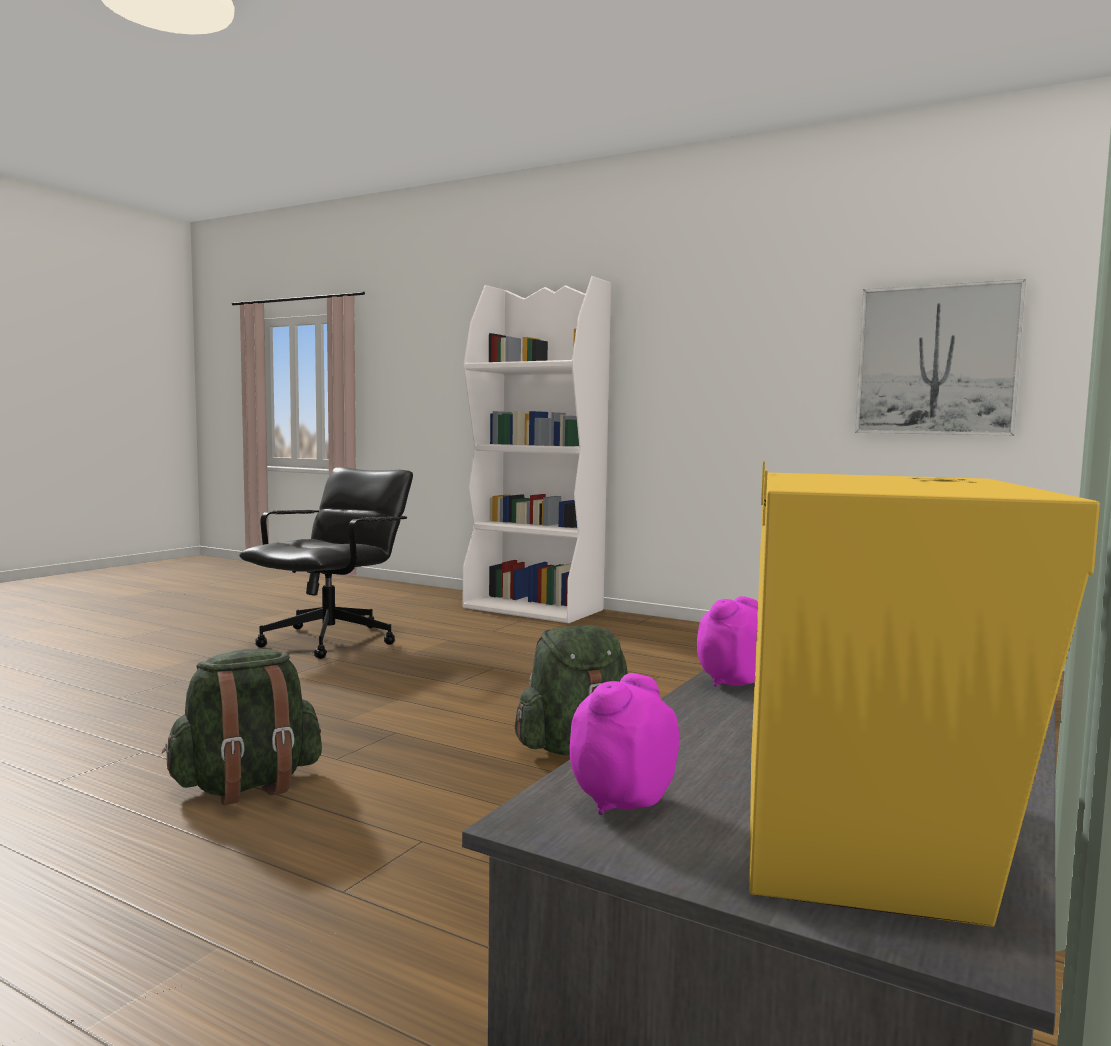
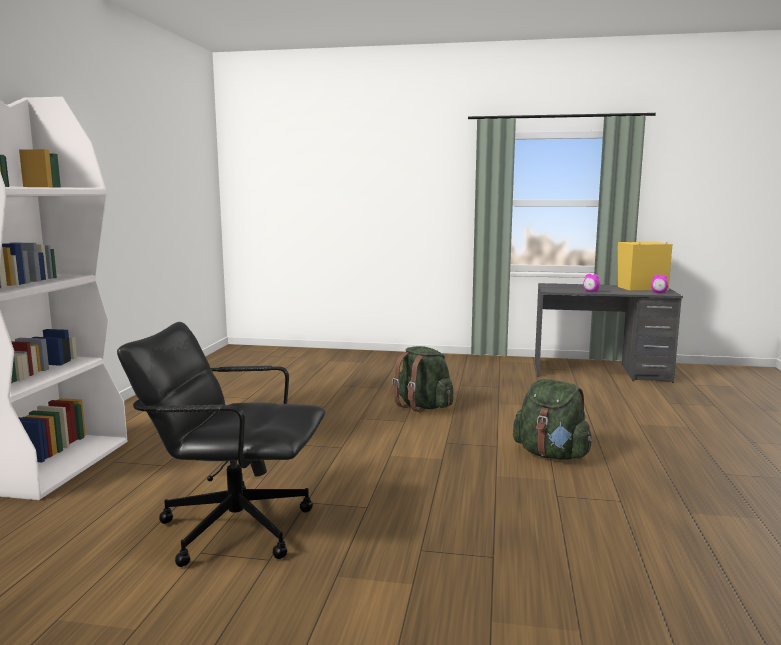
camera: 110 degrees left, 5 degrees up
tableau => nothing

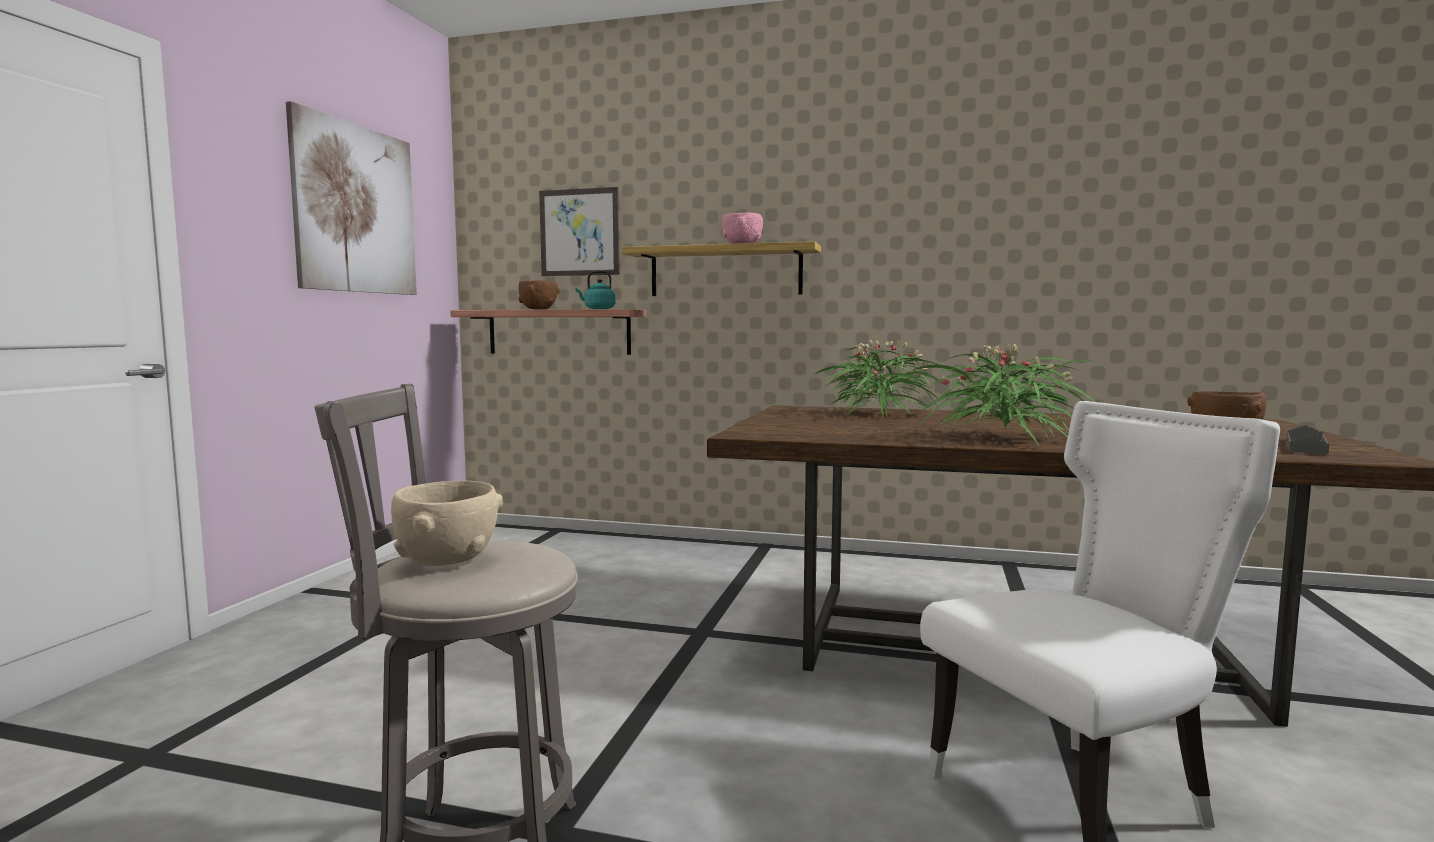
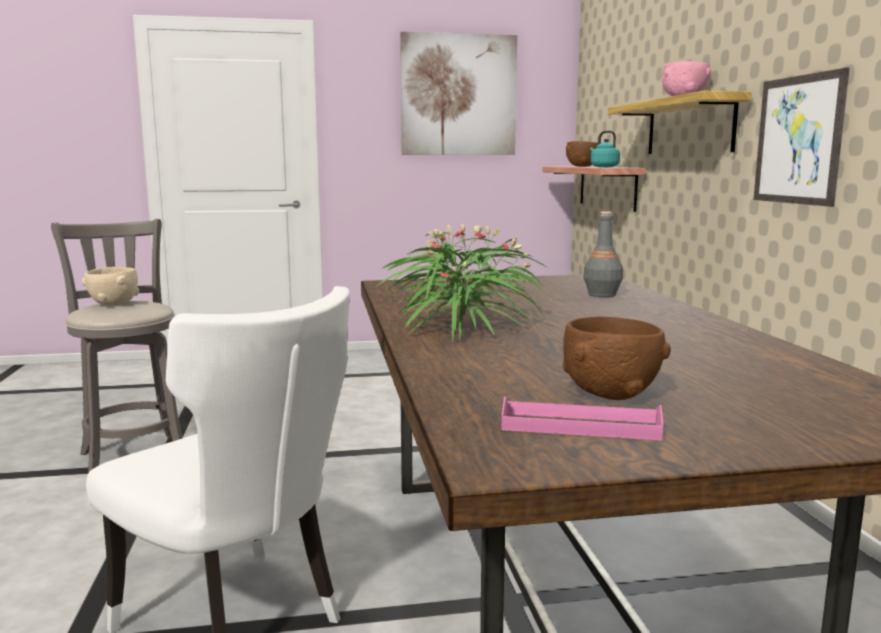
camera: 65 degrees right, 5 degrees up
tableau (no. 2 from left), shifted
plante en pot (no. 1 from left) => bouteille/gris
plateau/gris => plateau/rose

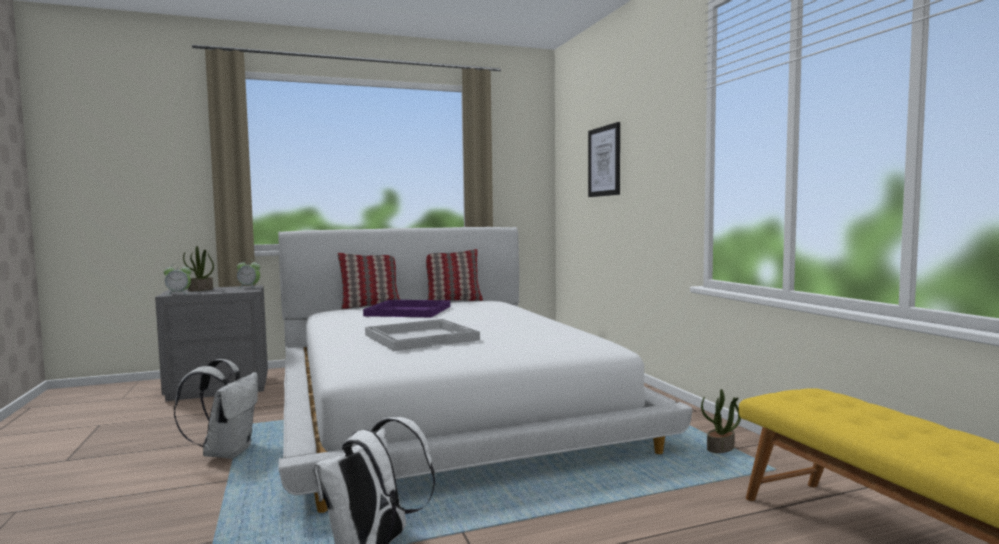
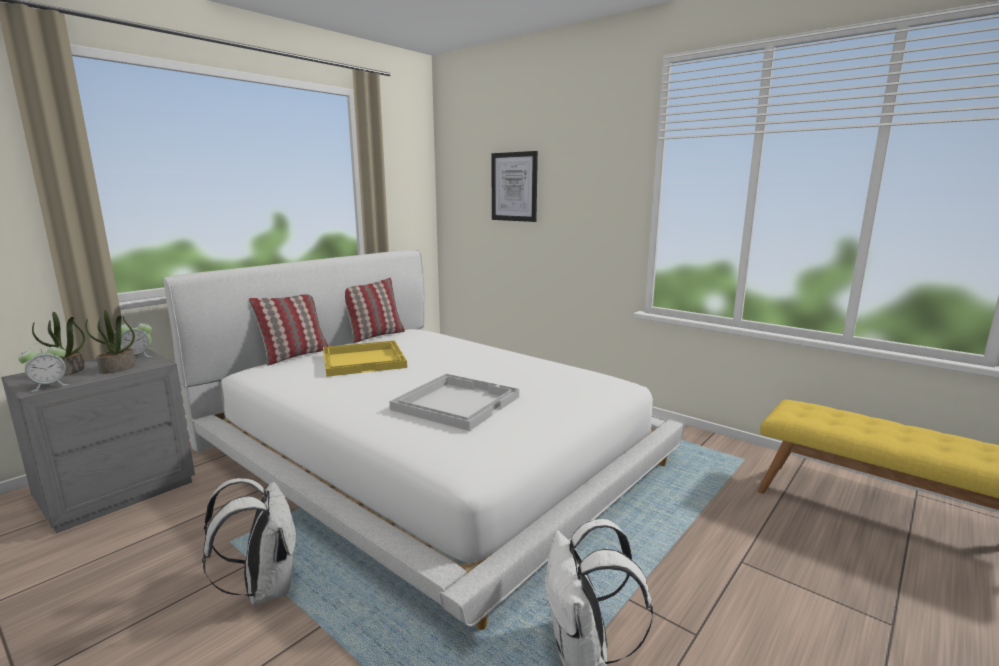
camera: 30 degrees left, 10 degrees up
plateau/violet => plateau/jaune
plante en pot (no. 2 from left), shifted

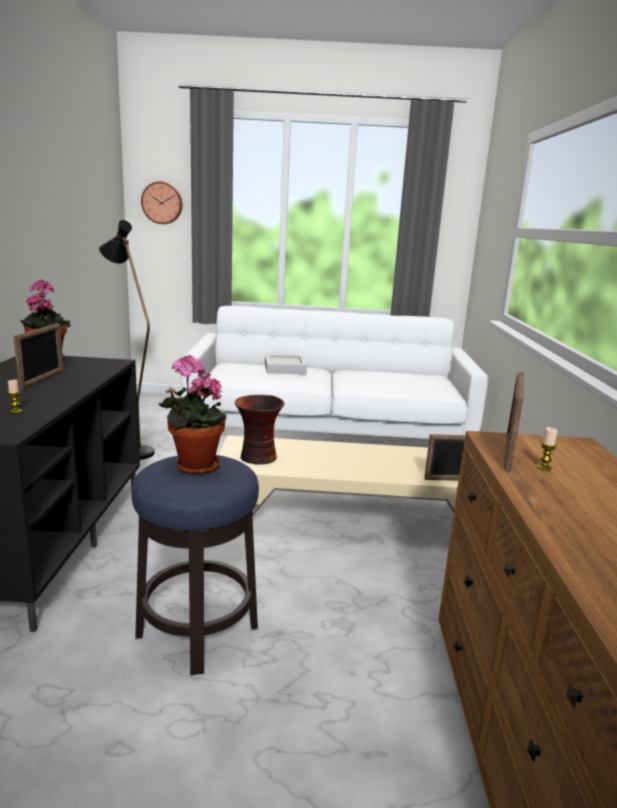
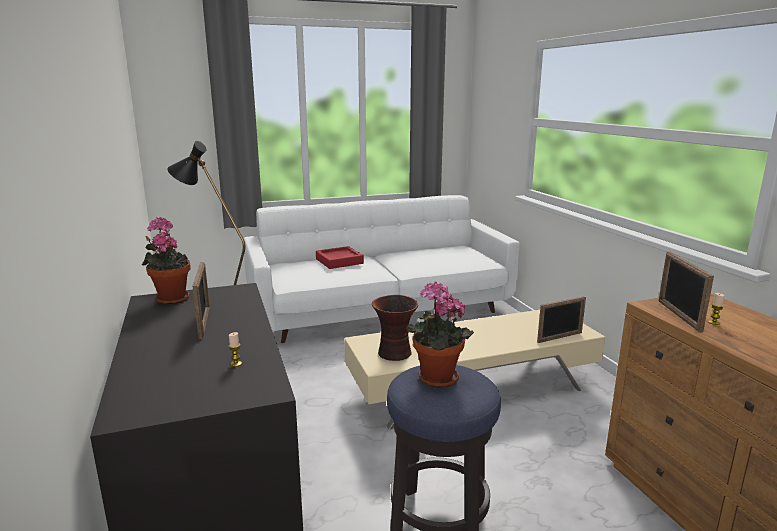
camera: 20 degrees left, 0 degrees up
horloge murale => nothing
plateau/gris => plateau/rouge

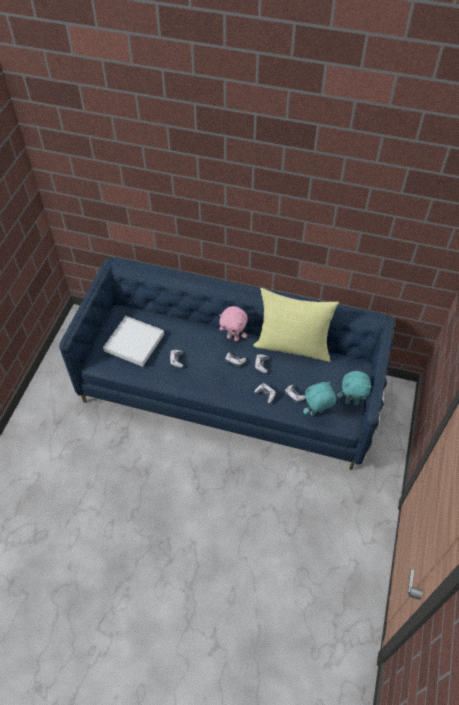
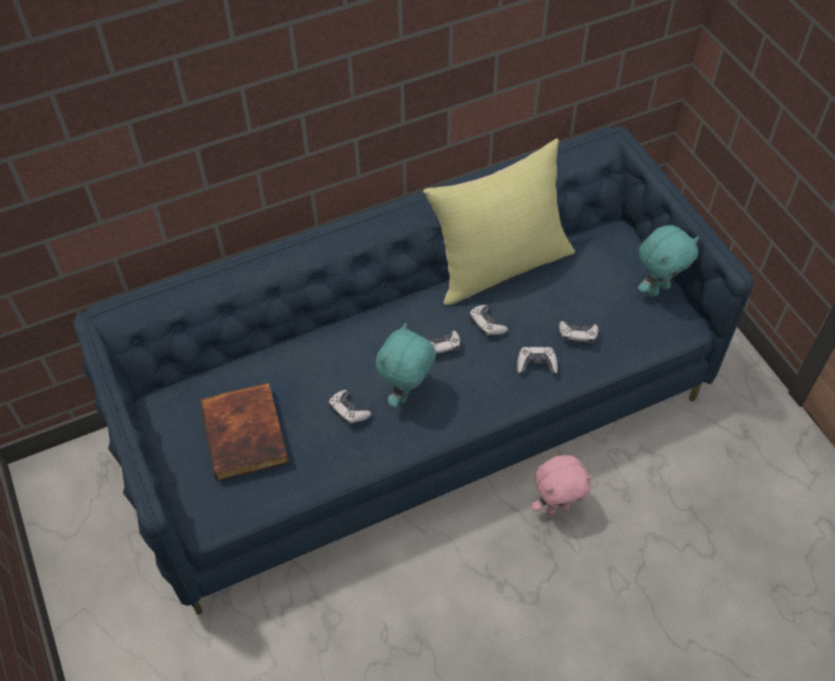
camera: 40 degrees left, 0 degrees up
plateau/blanc => livre
peluche/rose, shifted
peluche/turquoise (no. 1 from left), shifted

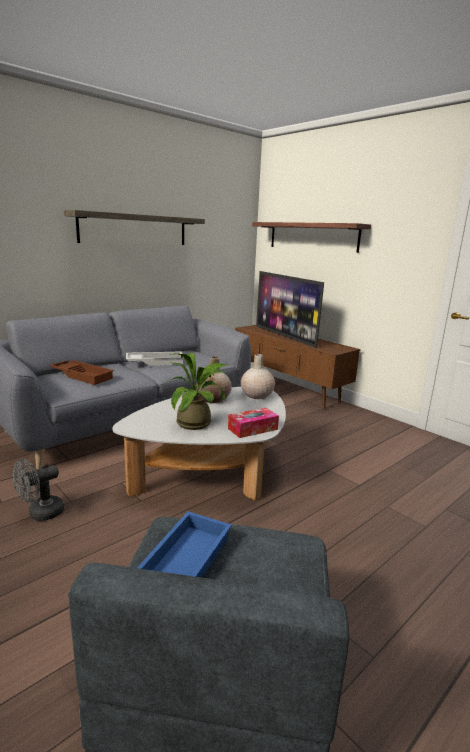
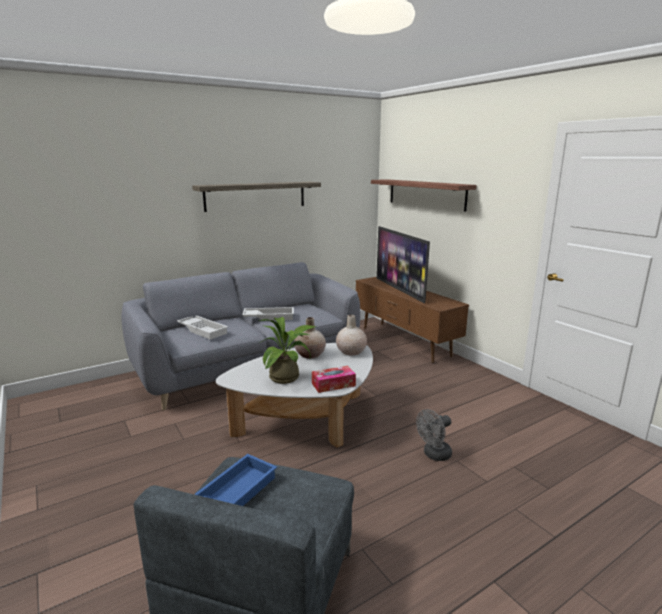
camera: 10 degrees right, 0 degrees up
ventilateur/gris, shifted
plateau/marron => plateau/blanc (no. 1 from left)

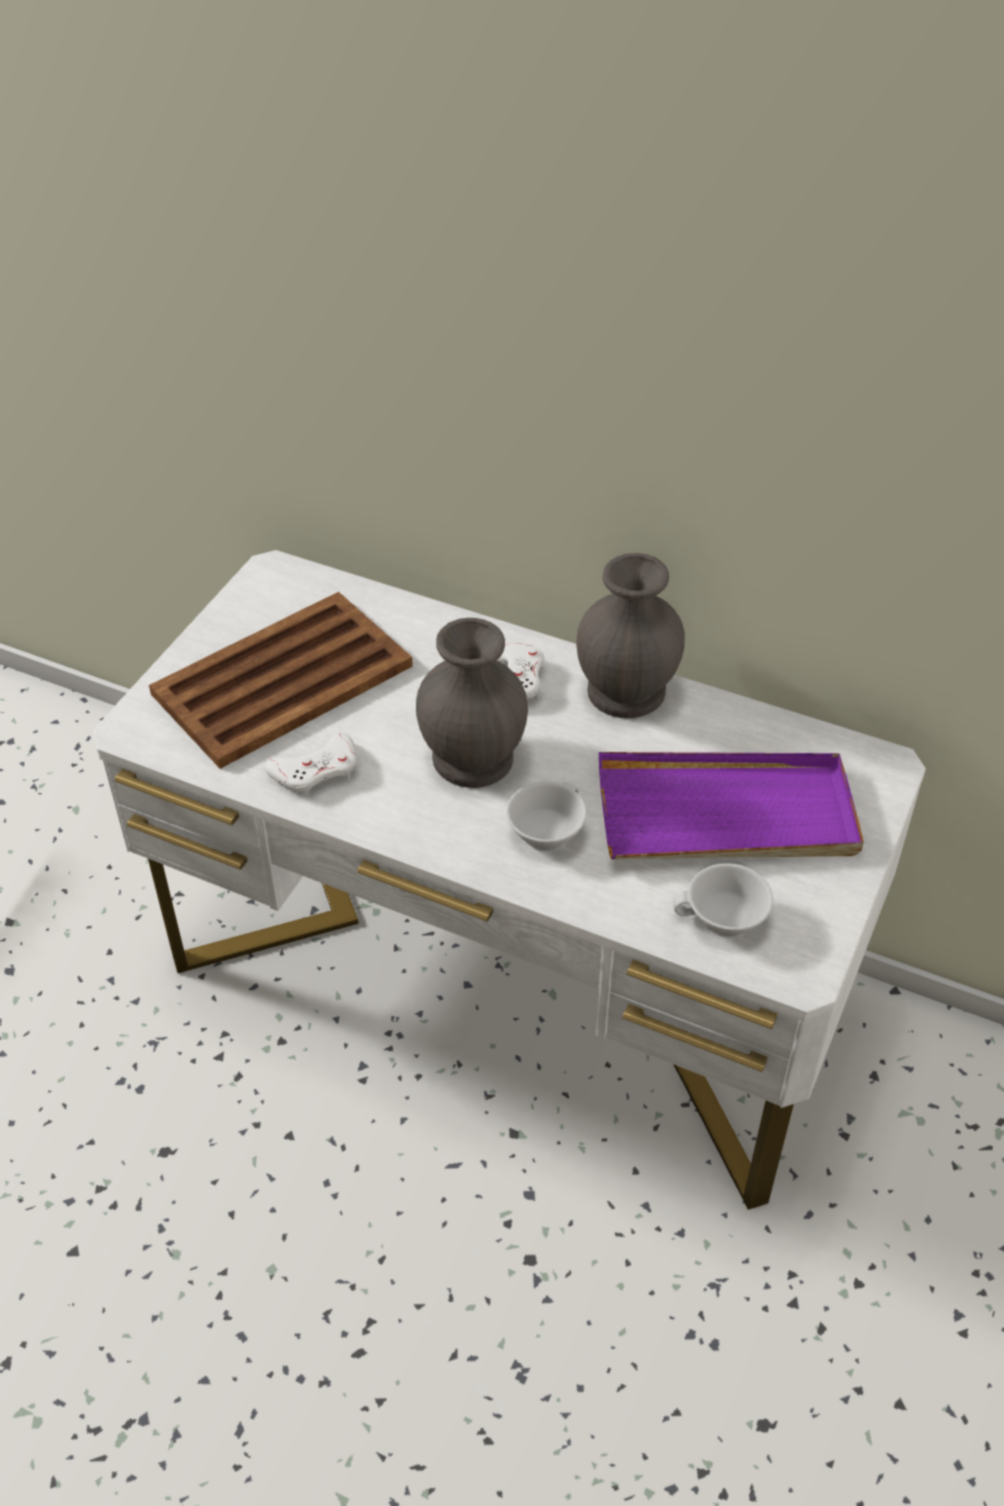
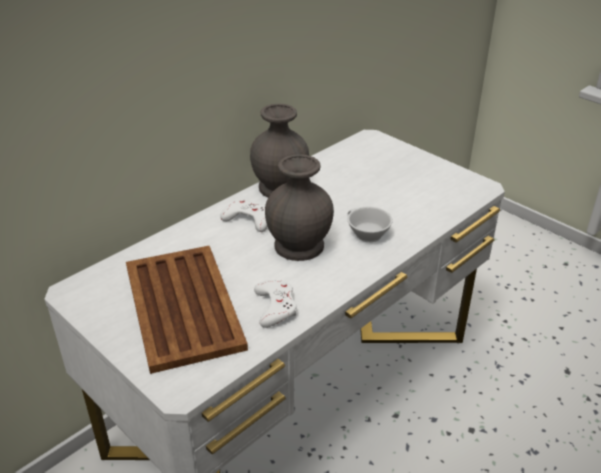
camera: 70 degrees left, 10 degrees down
plateau/violet => nothing
tasse/blanc (no. 2 from left) => nothing

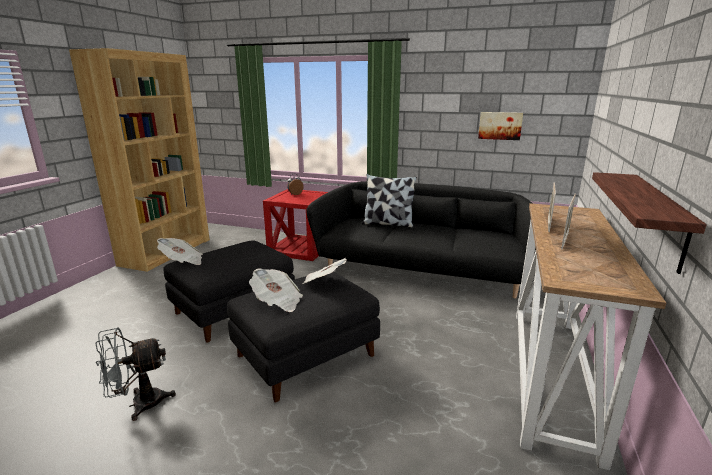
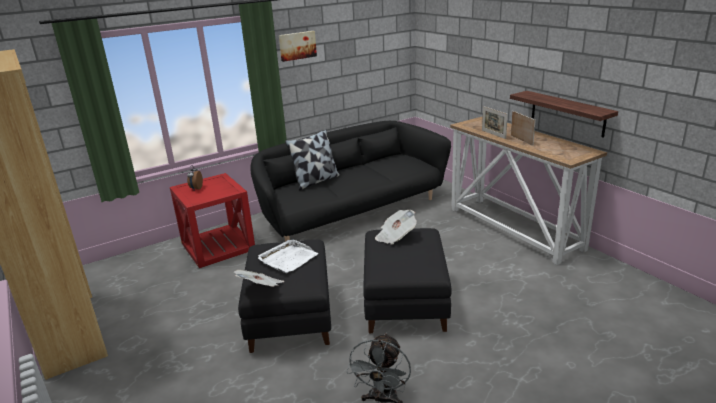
camera: 50 degrees left, 5 degrees up
journal (no. 2 from left) => nothing
tableau, shifted
nothing => plateau/blanc

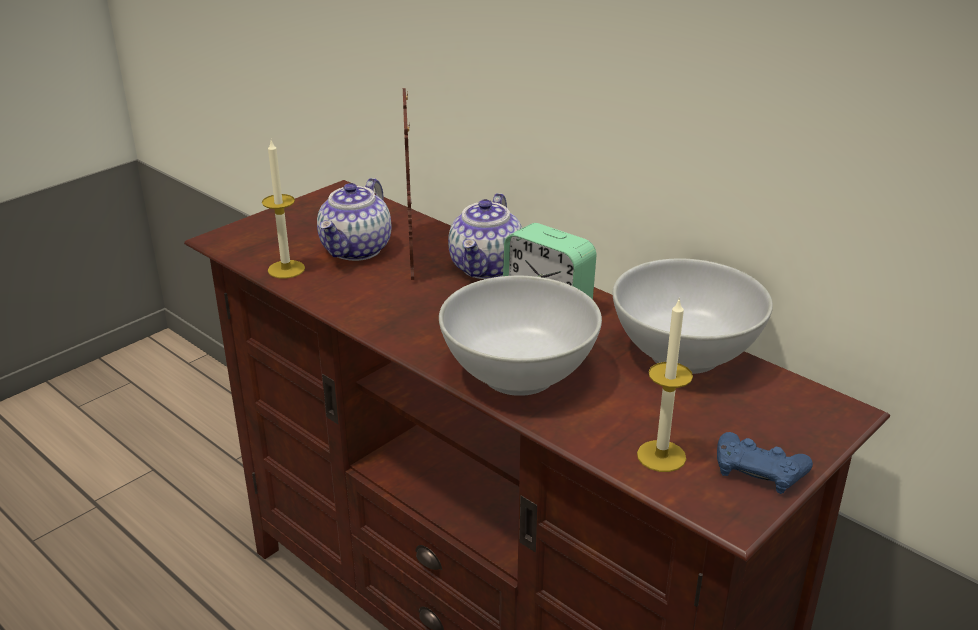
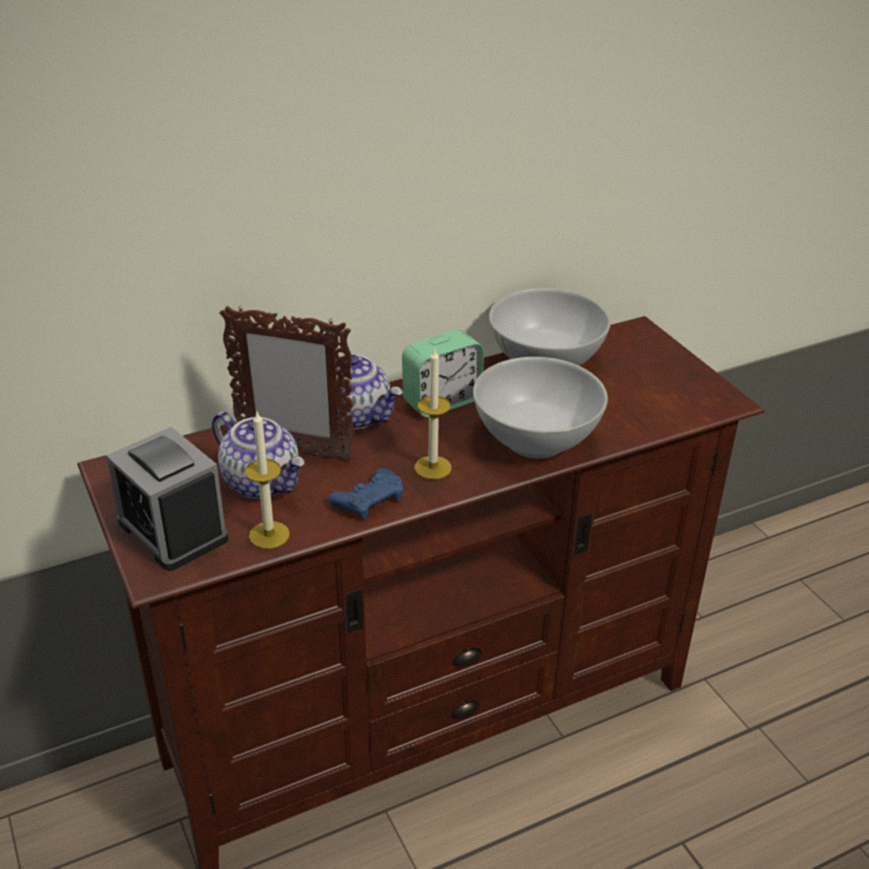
camera: 70 degrees left, 5 degrees up
bougie (no. 2 from left), shifted
manette/bleu, shifted
nothing => réveil (no. 1 from left)

